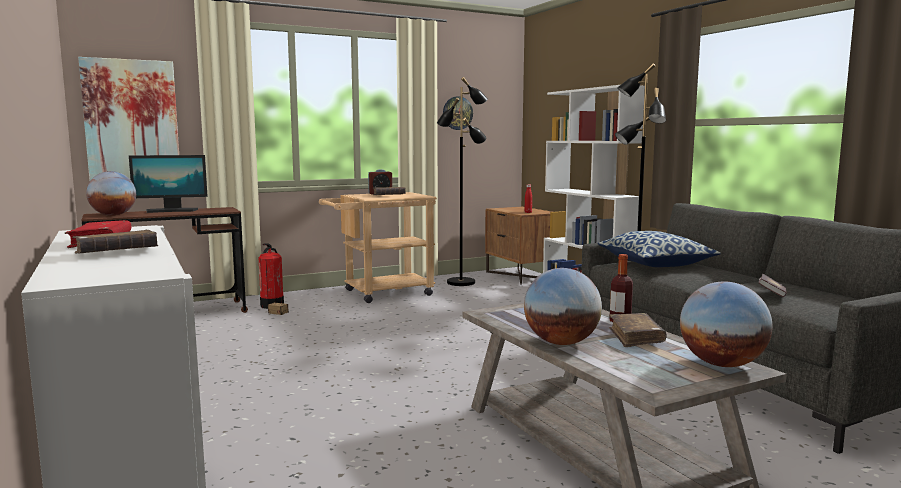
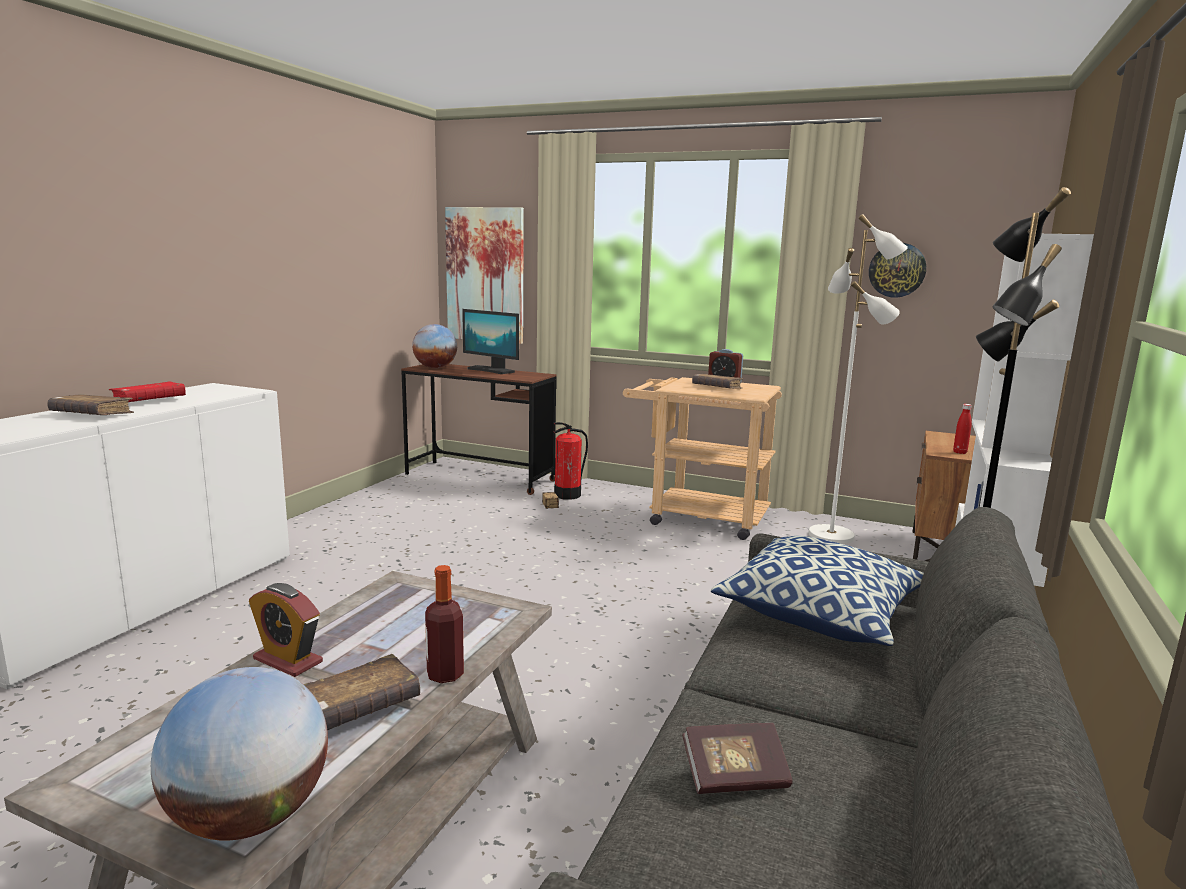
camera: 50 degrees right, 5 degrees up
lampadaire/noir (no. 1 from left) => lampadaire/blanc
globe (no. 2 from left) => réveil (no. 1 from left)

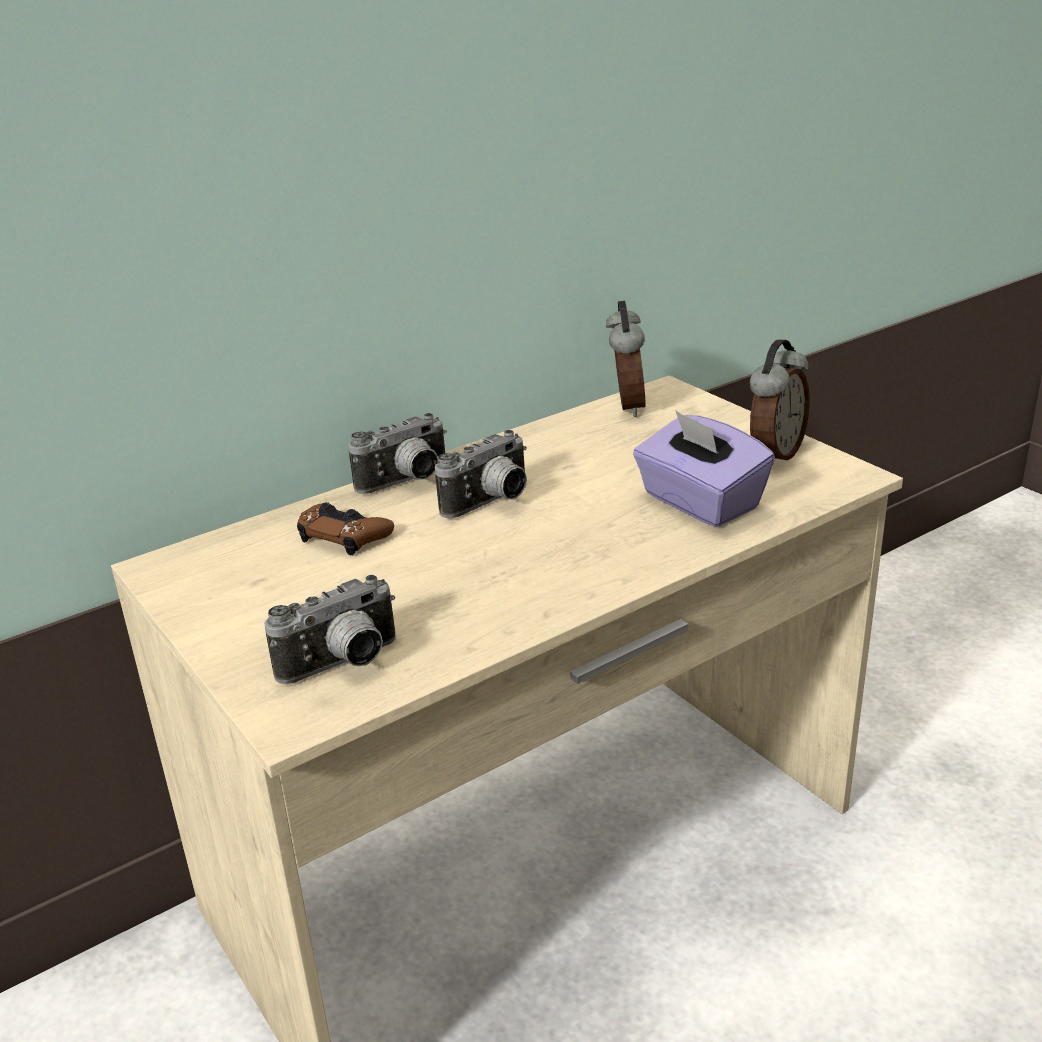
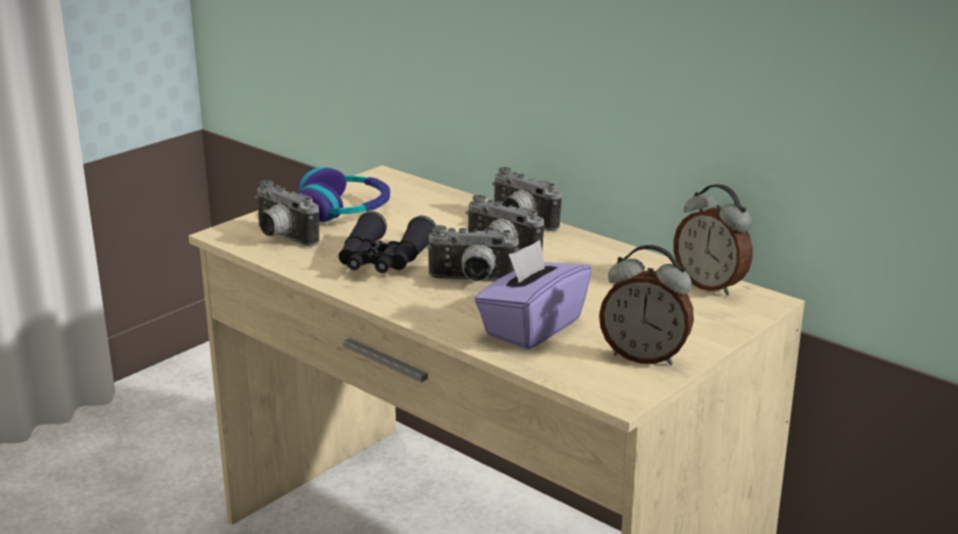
camera: 75 degrees right, 5 degrees down
manette/marron => nothing
réveil (no. 1 from left in the first image) => réveil (no. 2 from left), 60 degrees clockwise
nothing => casque audio
nothing => jumelles/noir
nothing => appareil photo (no. 2 from left)

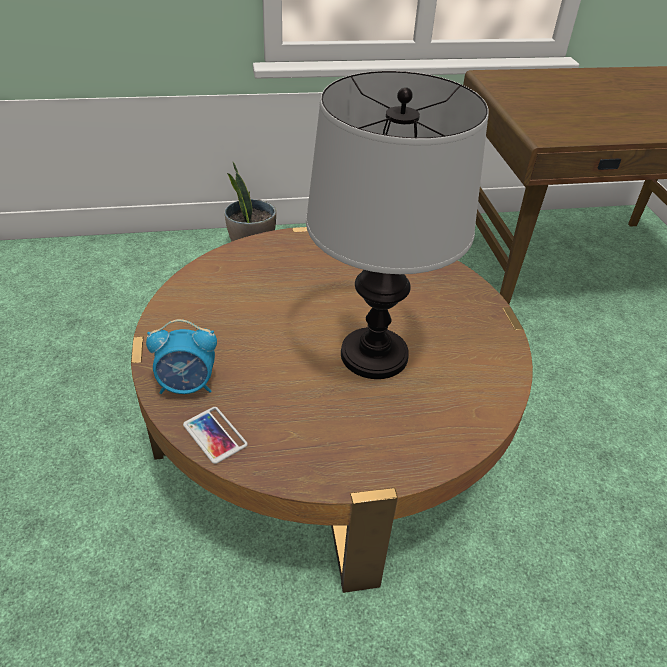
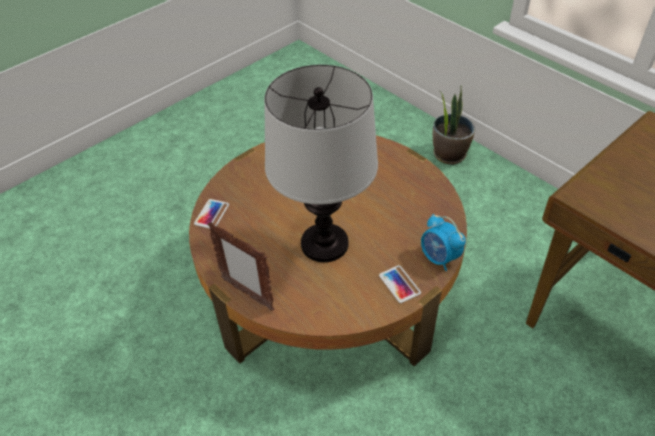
camera: 60 degrees right, 5 degrees up
réveil, shifted
nothing => cadre photo
nothing => téléphone (no. 2 from left)

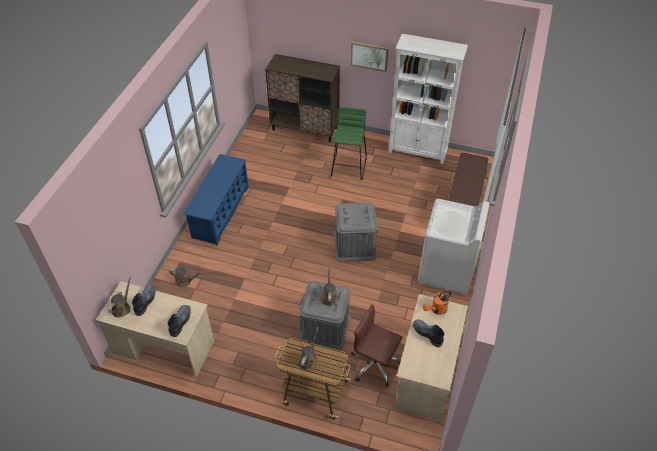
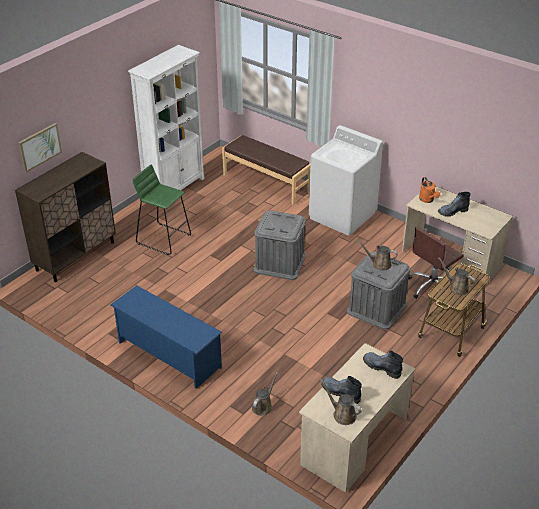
camera: 70 degrees left, 10 degrees down
tableau, shifted

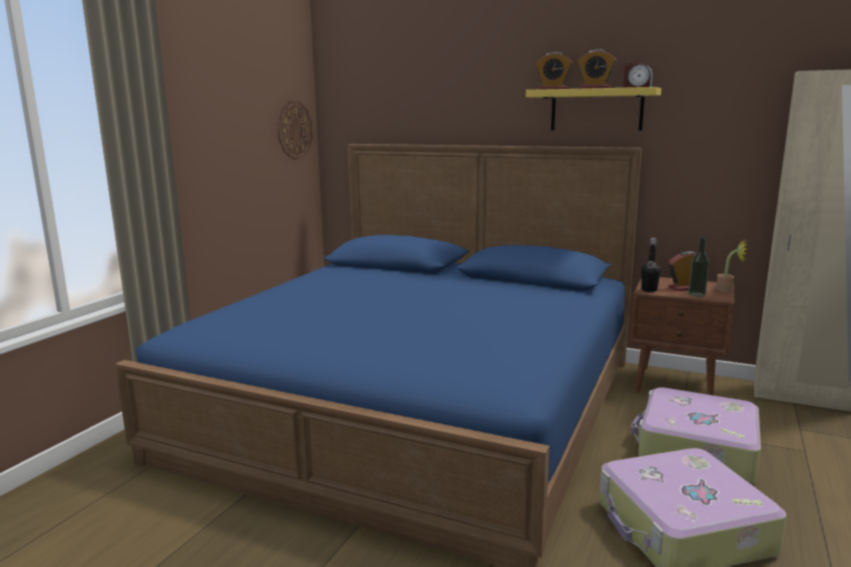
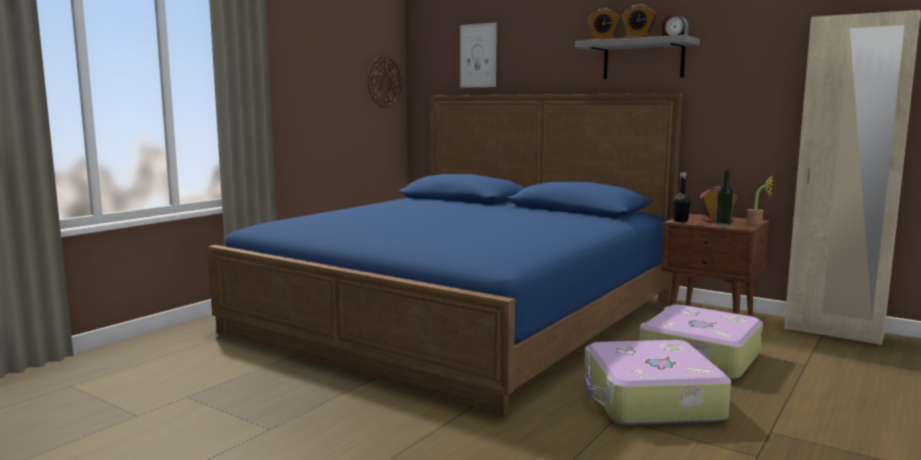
camera: 10 degrees right, 5 degrees down
étagère/jaune => étagère/gris
nothing => tableau

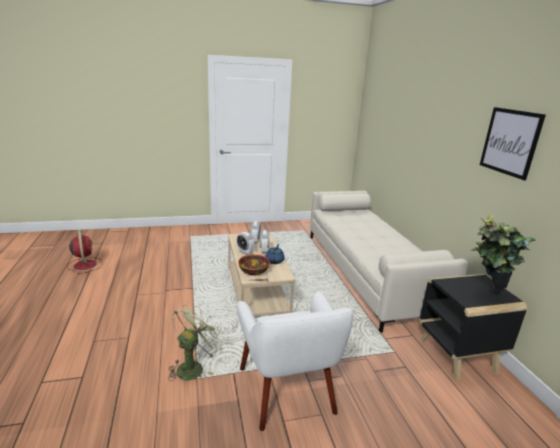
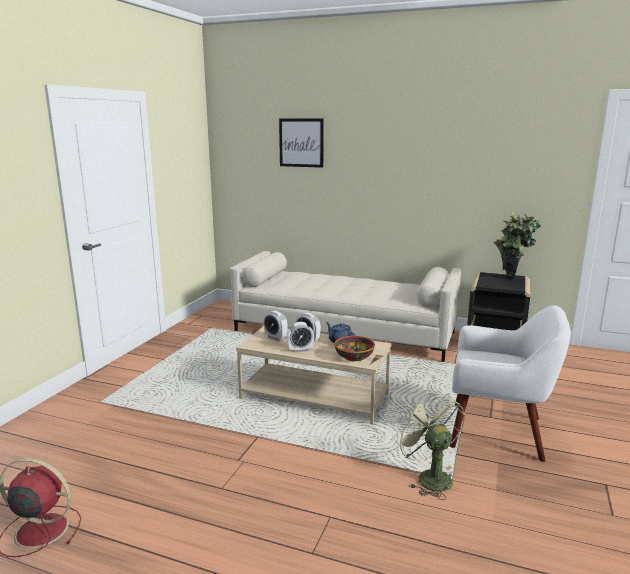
camera: 55 degrees left, 5 degrees down
tableau, shifted

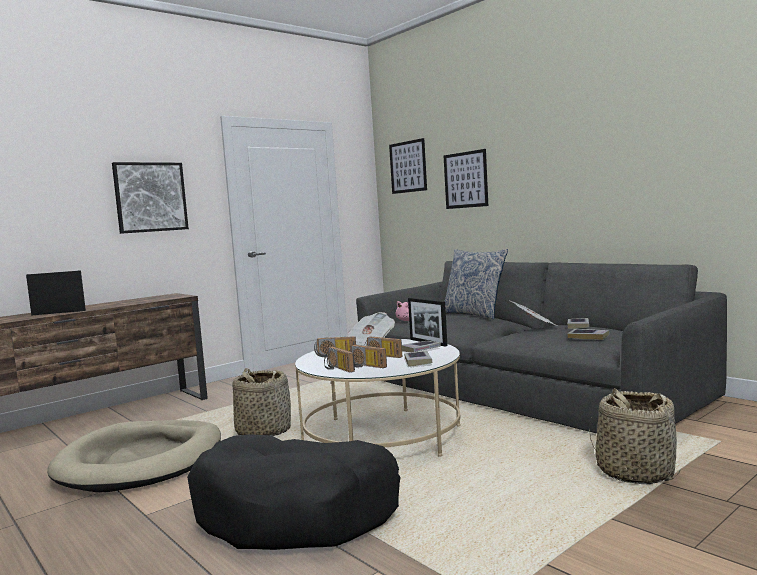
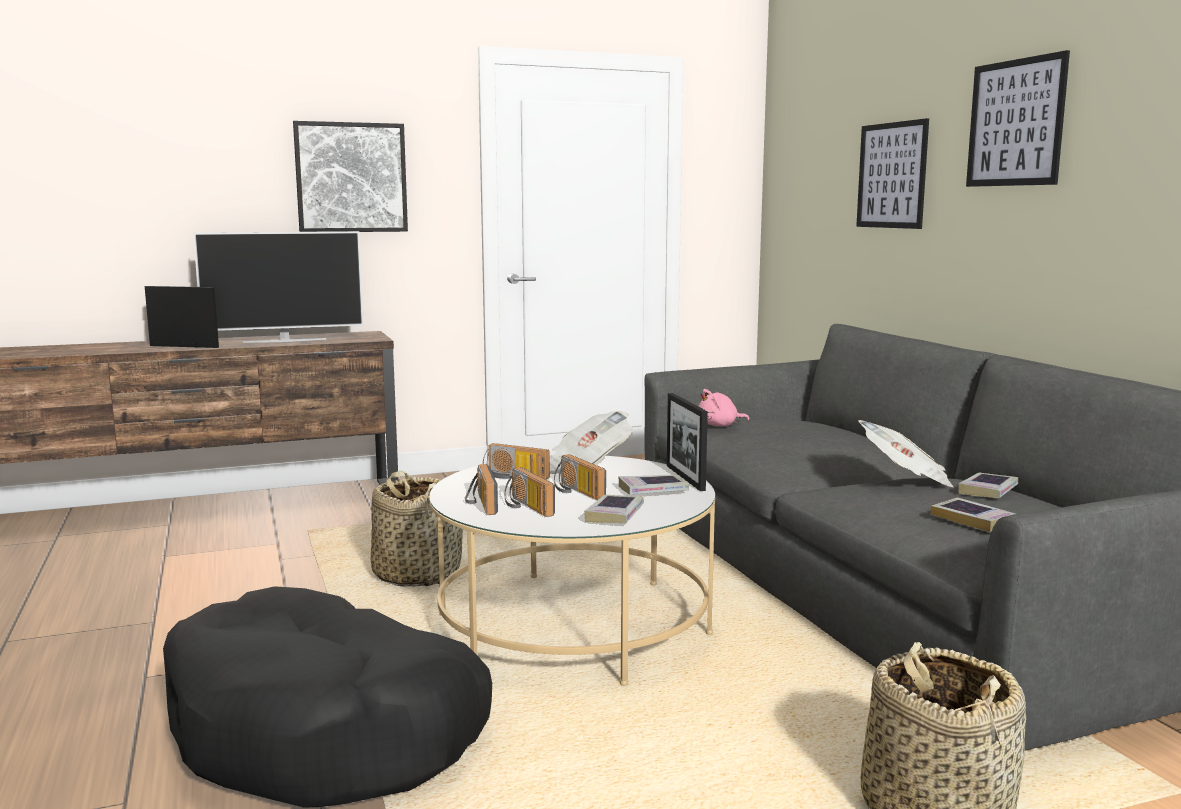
camera: 20 degrees right, 5 degrees up
panier pour chien/beige => nothing
tableau (no. 2 from left in the first image) => tableau (no. 3 from left), shifted
coussin => nothing
nothing => téléviseur

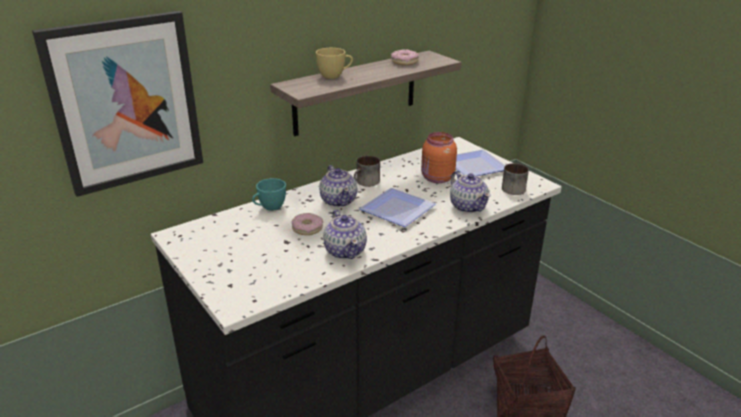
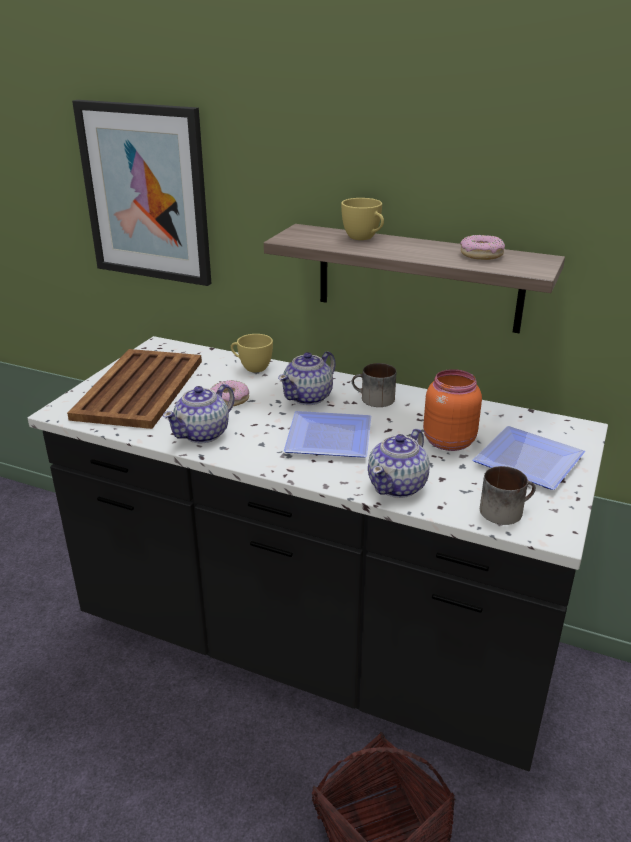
camera: 60 degrees right, 0 degrees up
tasse/turquoise => tasse/jaune (no. 1 from left)
nothing => plateau/marron

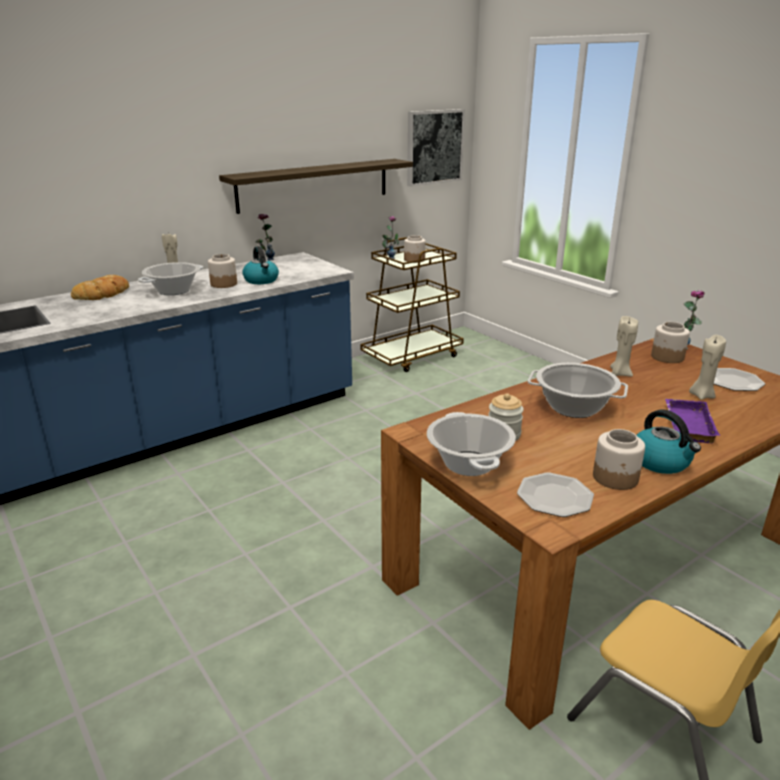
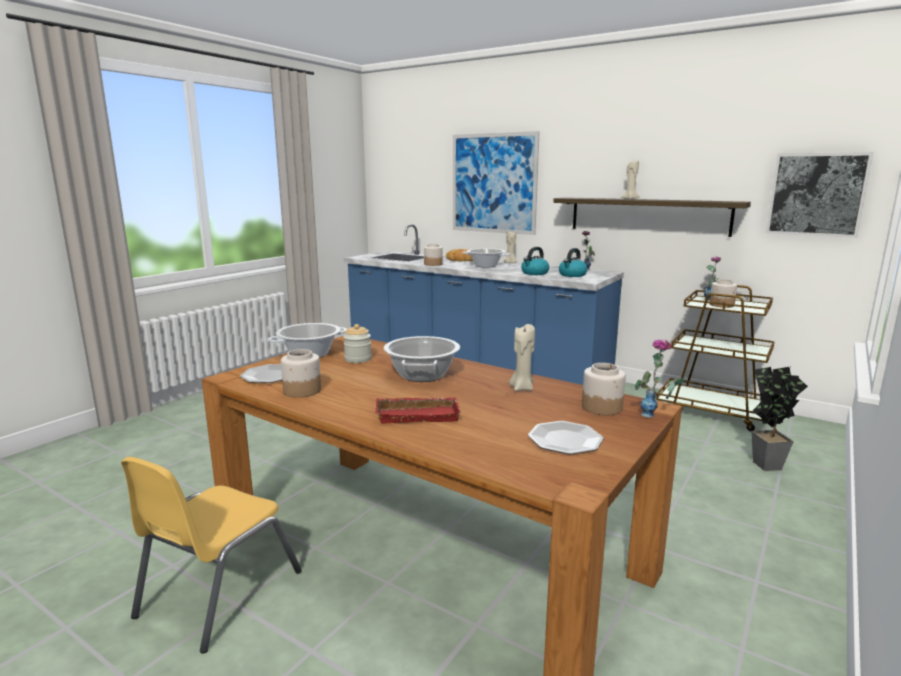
camera: 70 degrees right, 10 degrees down
bocal (no. 1 from left in the first image) => bocal (no. 3 from left), shifted
bouilloire (no. 2 from left), shifted
plateau/violet => plateau/rouge
bougie/beige (no. 3 from left), shifted
nothing => tableau (no. 1 from left)
nothing => plante en pot

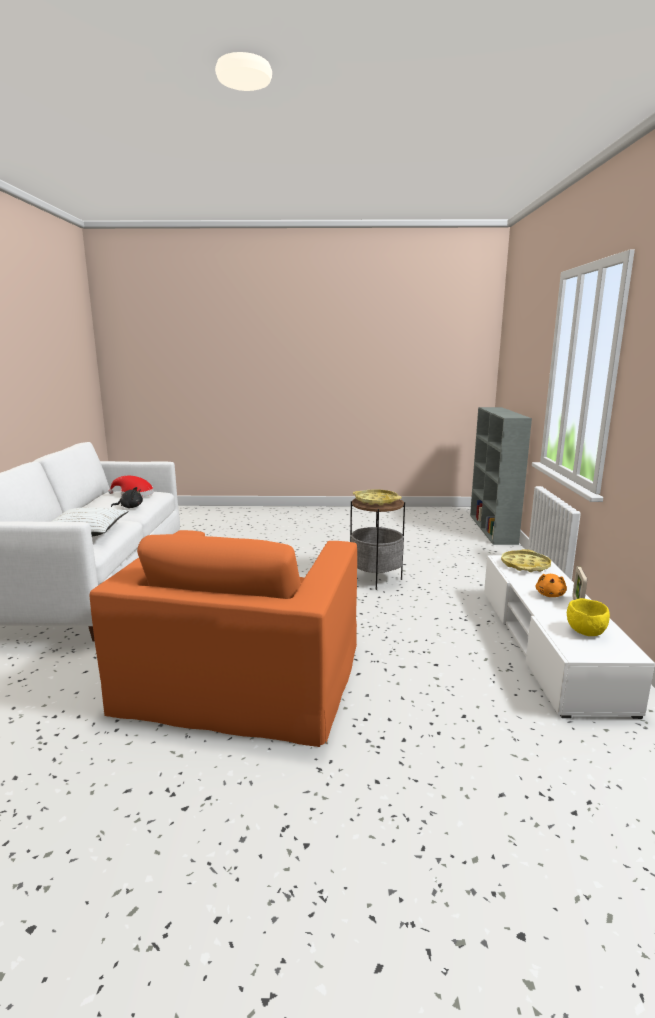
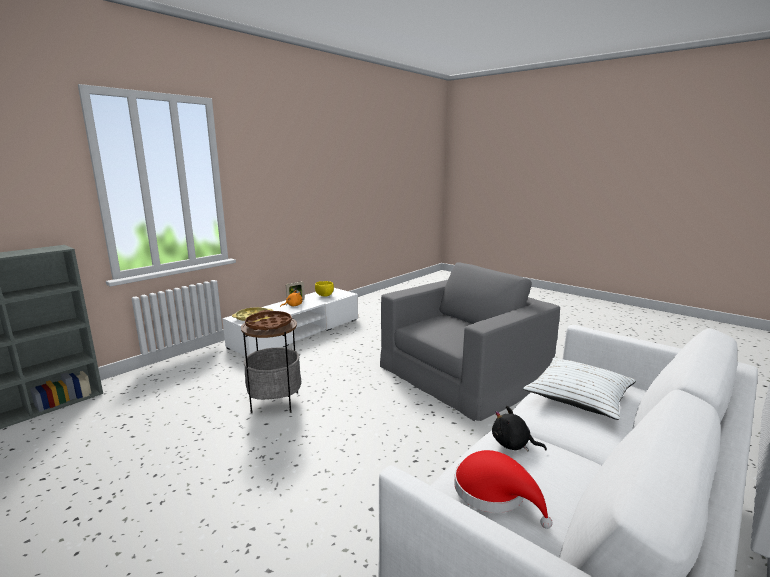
camera: 140 degrees left, 0 degrees up
fauteuil/orange => fauteuil/gris
plateau/jaune (no. 1 from left) => plateau/marron

